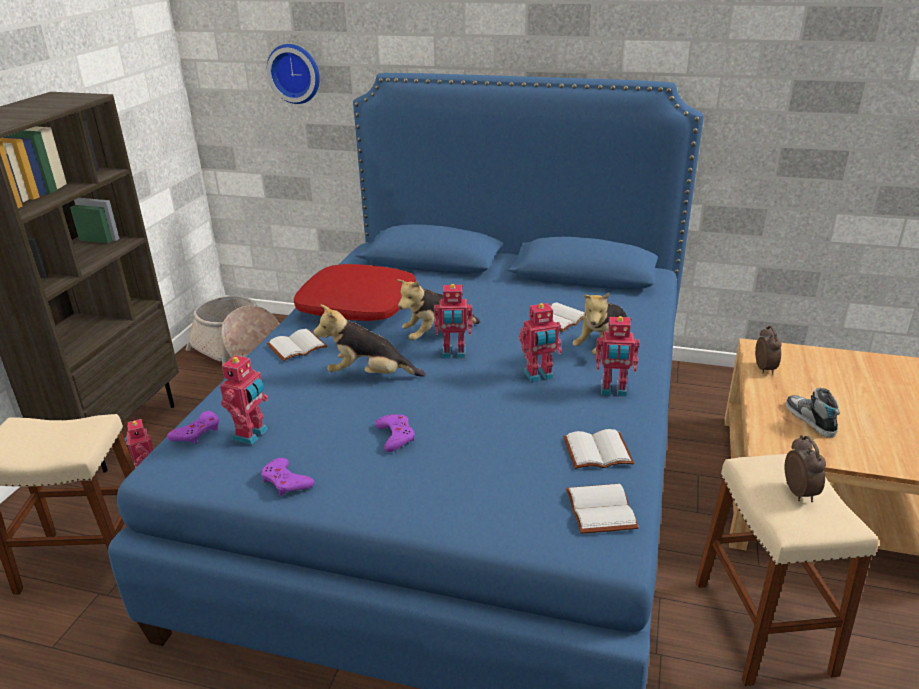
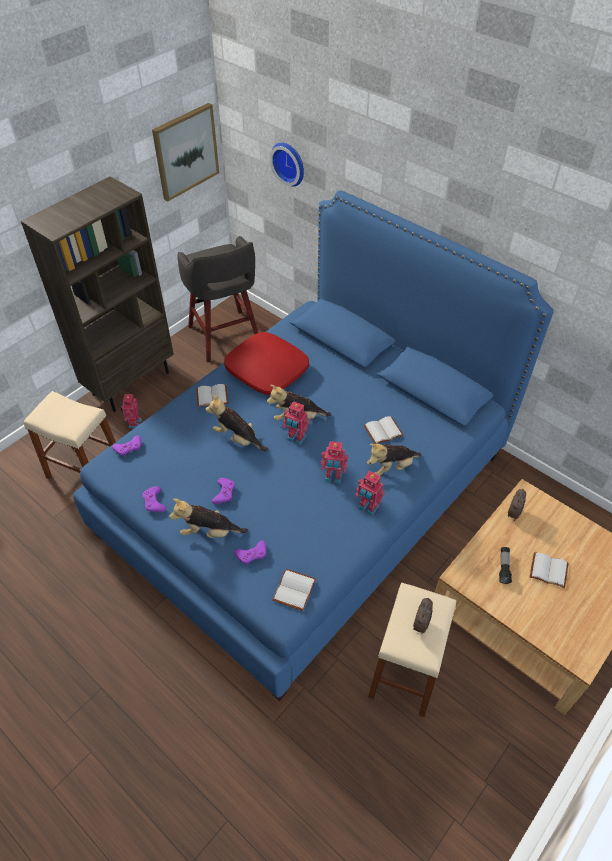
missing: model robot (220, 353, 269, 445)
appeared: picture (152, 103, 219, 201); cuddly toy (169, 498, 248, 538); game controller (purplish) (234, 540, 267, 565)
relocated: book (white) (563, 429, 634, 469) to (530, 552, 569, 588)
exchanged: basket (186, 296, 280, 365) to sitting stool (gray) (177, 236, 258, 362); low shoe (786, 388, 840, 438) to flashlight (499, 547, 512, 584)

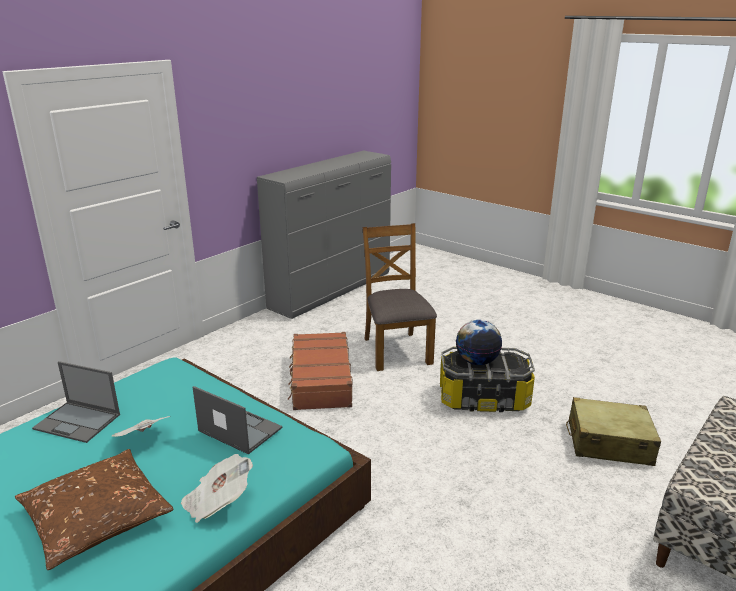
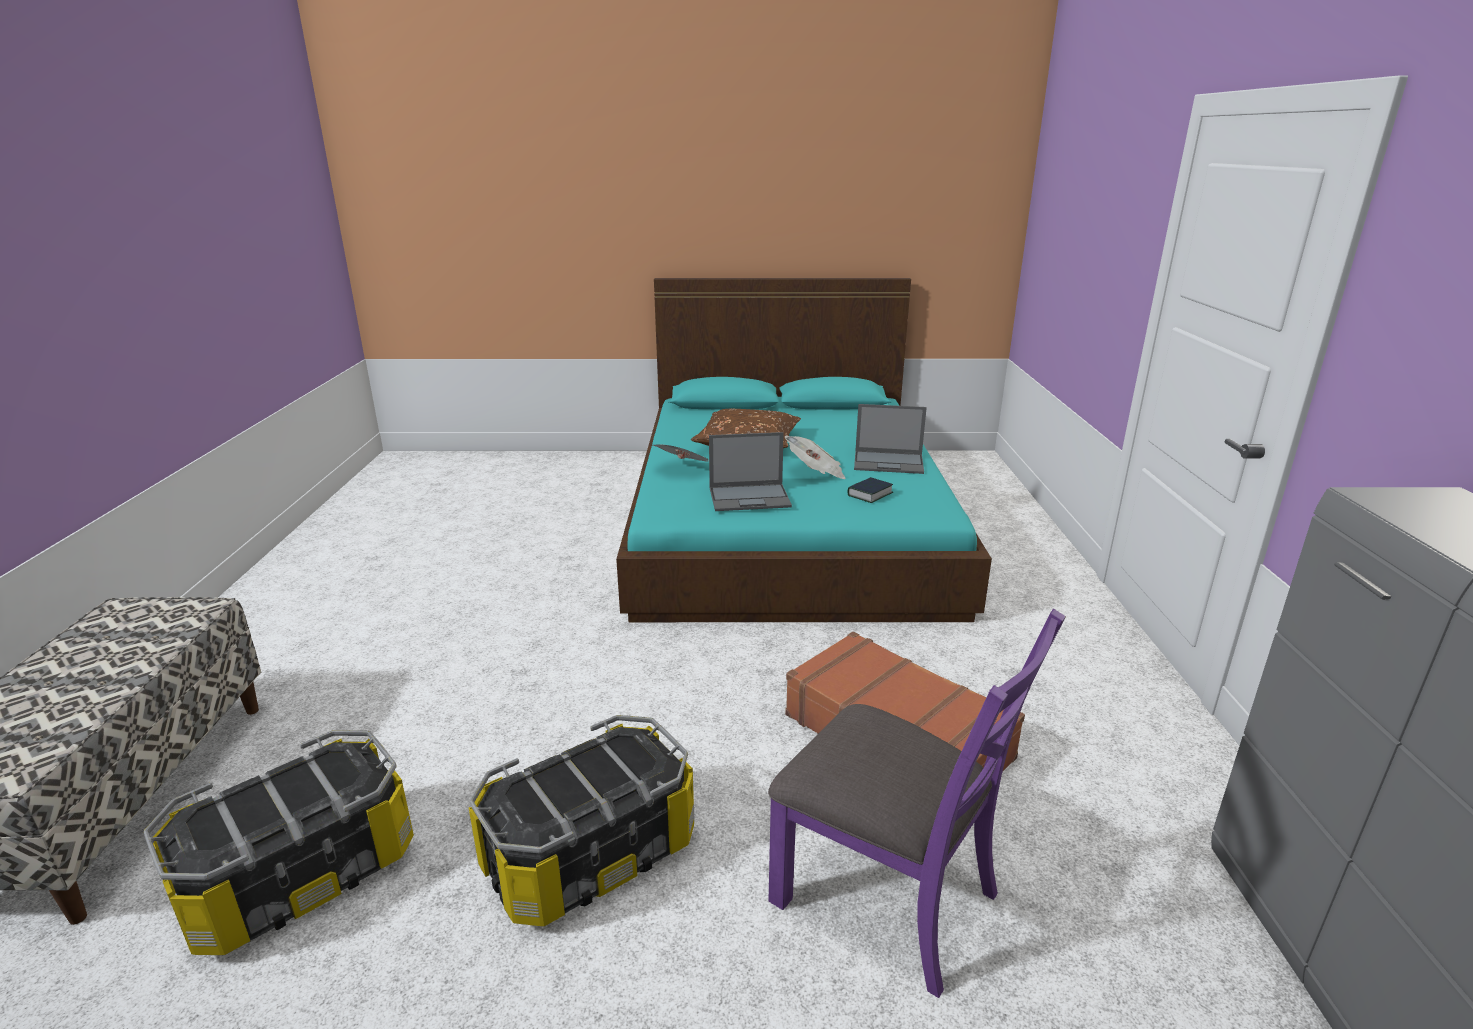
missing: desk globe (456, 320, 502, 365)
appeared: book (848, 477, 893, 503)
exchanged: suitcase (beige-coloured) (566, 397, 661, 466) to storage box (144, 730, 414, 955)
colour: chair (brown) (363, 223, 437, 371) to chair (purplish) (768, 609, 1066, 998)
spun: notebook computer (32, 361, 120, 443) = (854, 404, 927, 474) 150 degrees counterclockwise

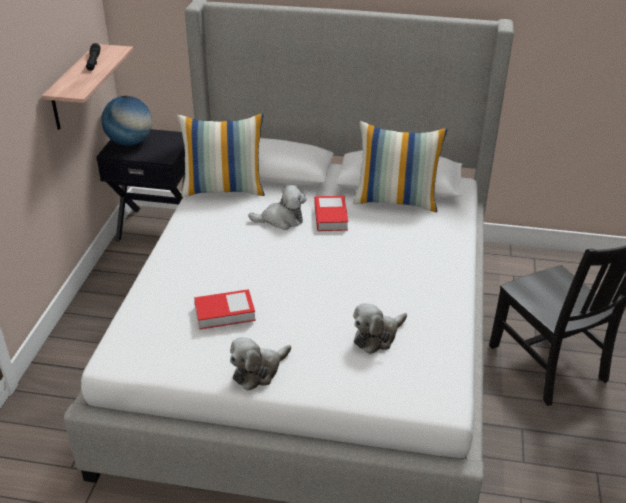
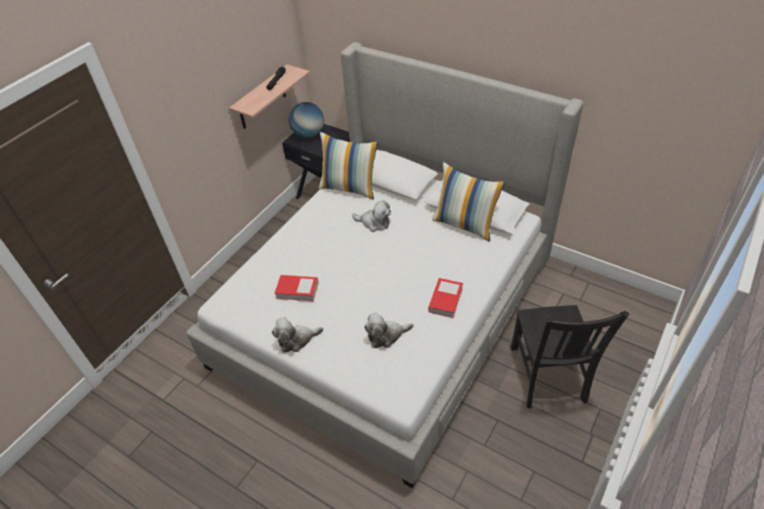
relocated: book (314, 196, 348, 231) to (428, 278, 463, 318)

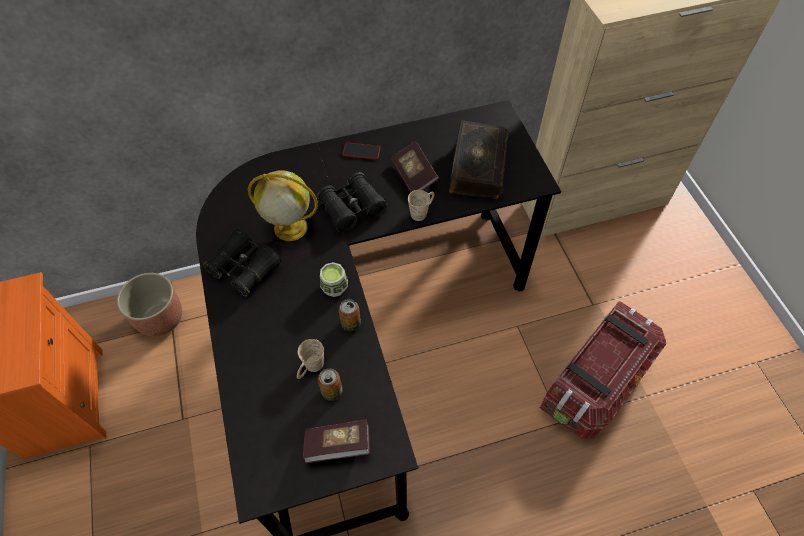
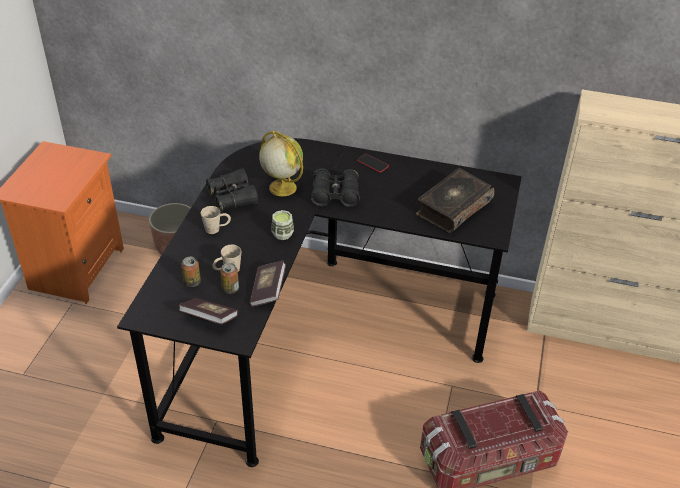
relocated: sealed can (338, 299, 361, 331) to (181, 257, 201, 287); tea mug (beige-coloured) (408, 190, 434, 221) to (201, 206, 231, 234); book (391, 141, 439, 193) to (250, 261, 286, 306)

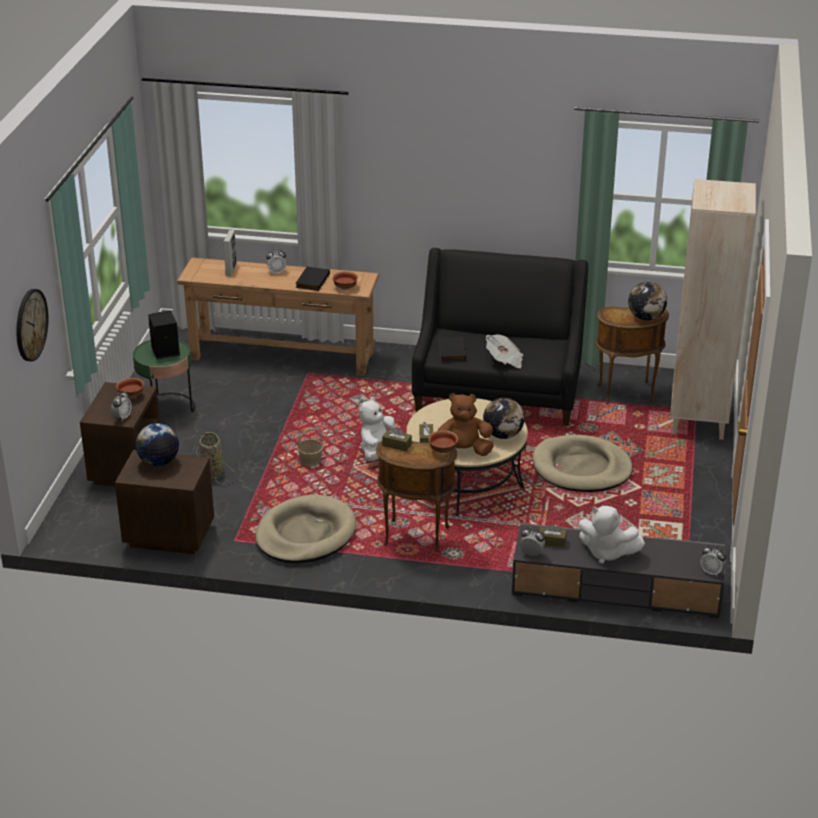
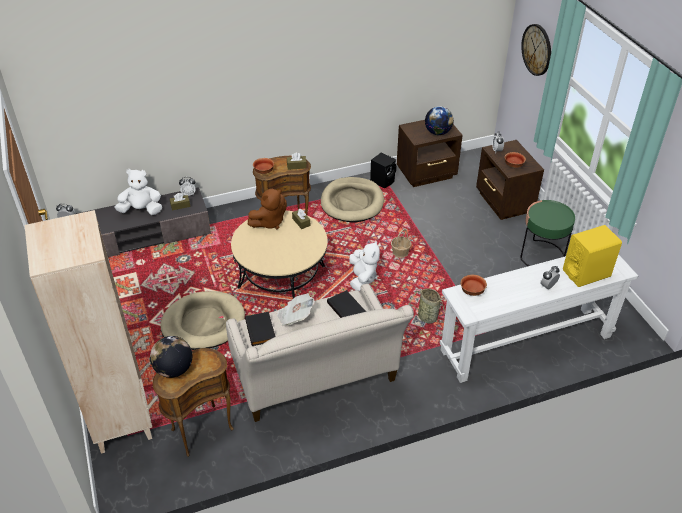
missing: desk globe (483, 398, 525, 439)
relocated: book (black) (296, 267, 330, 291) to (245, 312, 276, 346); audio speaker (black) (148, 311, 180, 359) to (370, 152, 397, 189); basket (196, 432, 236, 484) to (409, 288, 458, 327)
exchanged: photo frame (223, 230, 237, 276) to audio speaker (yellow) (563, 225, 622, 287)
colour: couch (black) (412, 248, 588, 426) to couch (beige-coloured) (226, 284, 414, 422); hall table (brown) (177, 257, 379, 376) to hall table (white) (440, 254, 638, 383)

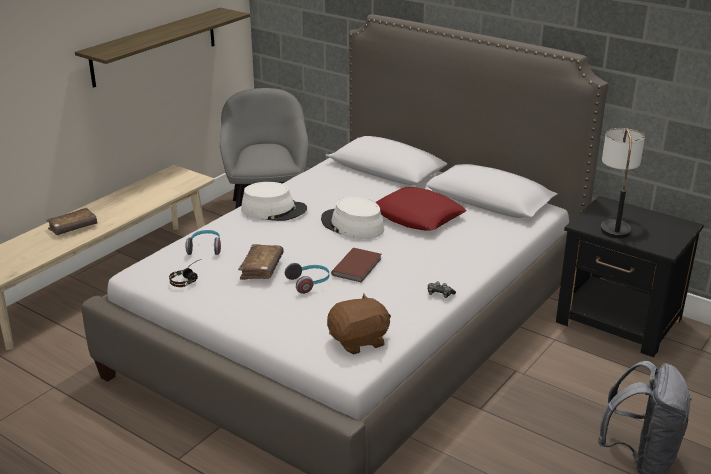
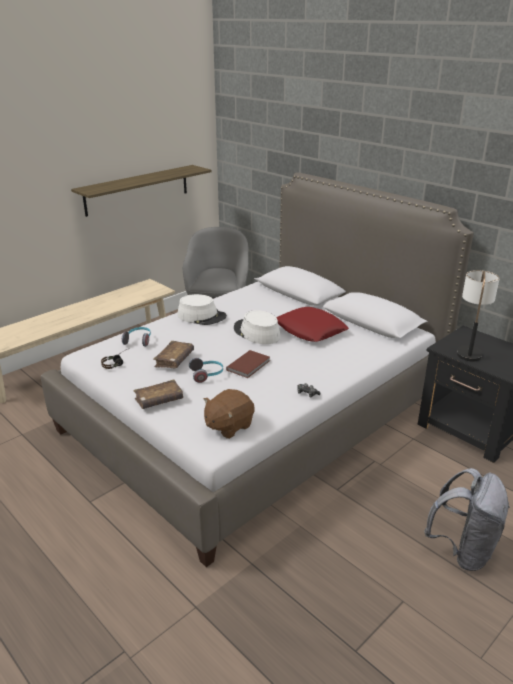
relocated: book (brown) (46, 208, 97, 235) to (133, 379, 183, 409)
spun: cuddly toy (brown) (327, 294, 391, 355) = (204, 389, 255, 439) 150 degrees clockwise

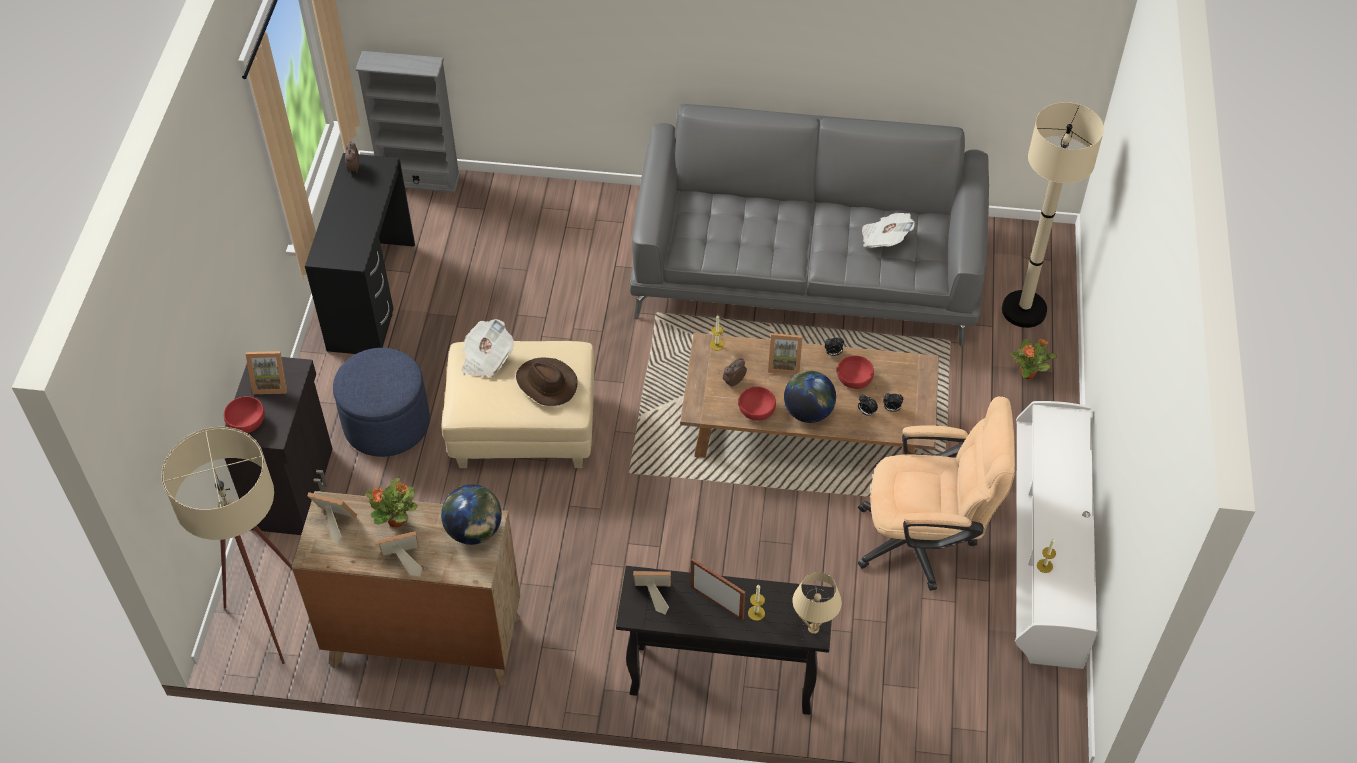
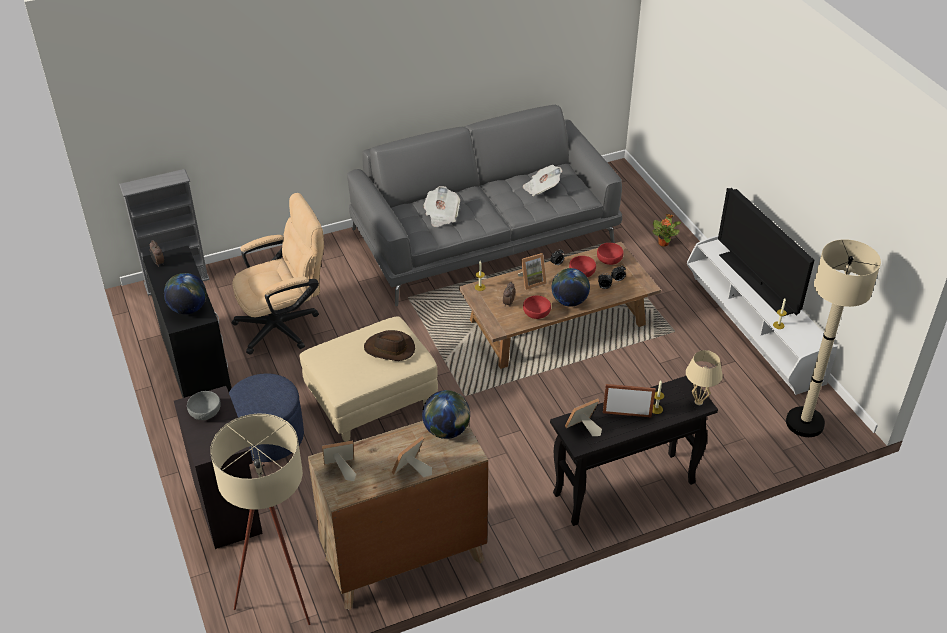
missing: plant in a pot (365, 478, 418, 527)
appeared: desk globe (164, 273, 207, 314); TV set (718, 188, 814, 317)
relocated: desk chair (beige-coloured) (858, 396, 1015, 591) to (232, 193, 324, 355); daily paper (462, 319, 514, 378) to (423, 186, 460, 227); deep dish (red) (224, 396, 265, 433) to (597, 243, 624, 265); standing lamp (beige-coloured) (1002, 102, 1104, 328) to (786, 239, 881, 437)
exchanged: photo frame (246, 351, 287, 394) to deep dish (gray) (187, 391, 221, 420)

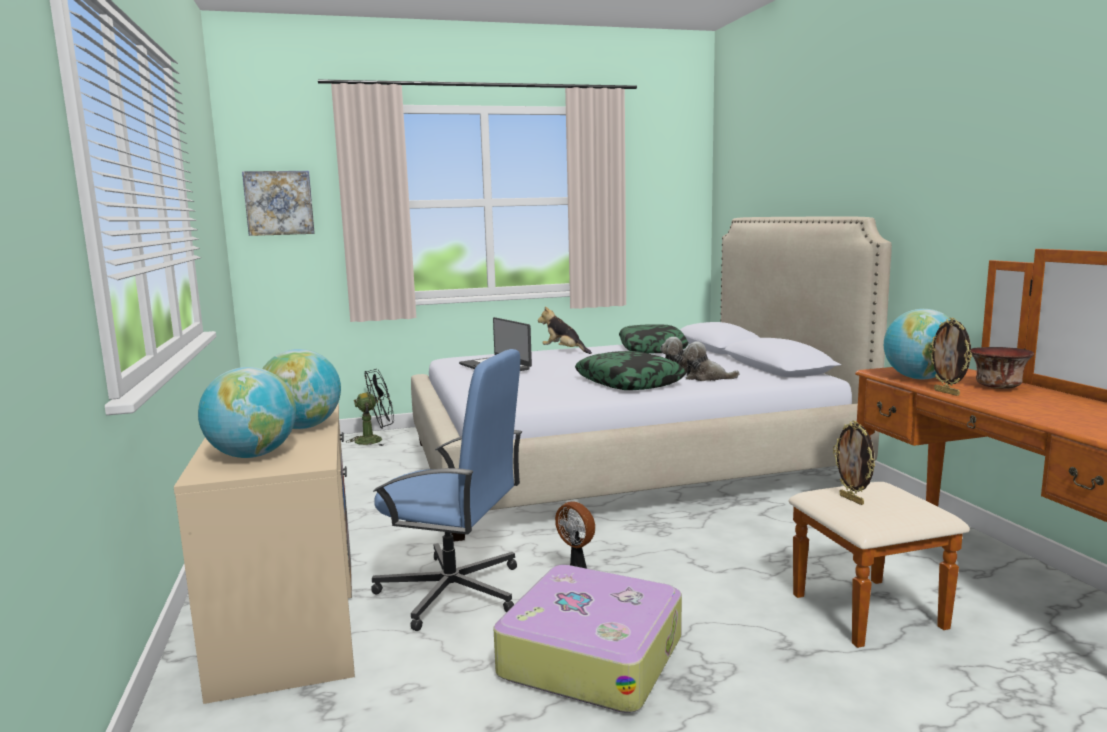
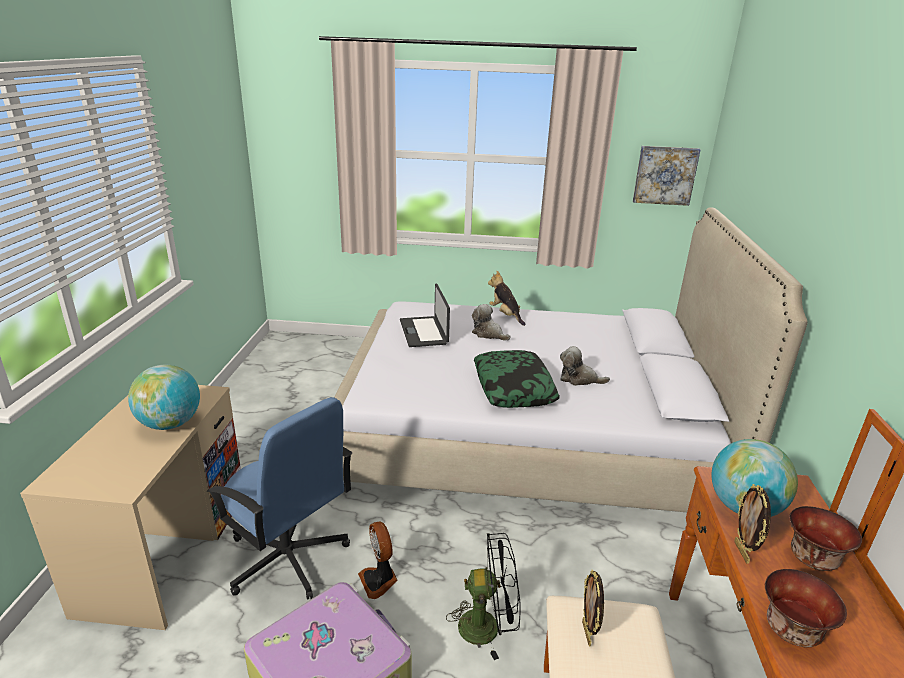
missing: desk globe (198, 367, 296, 458); throw pillow (619, 324, 688, 354)
appeared: deep dish (765, 569, 847, 647)
relocated: fan (black) (347, 369, 394, 446) to (446, 533, 521, 660); cuddly toy (683, 341, 739, 381) to (472, 304, 511, 341); picture (242, 171, 315, 236) to (633, 146, 701, 206)

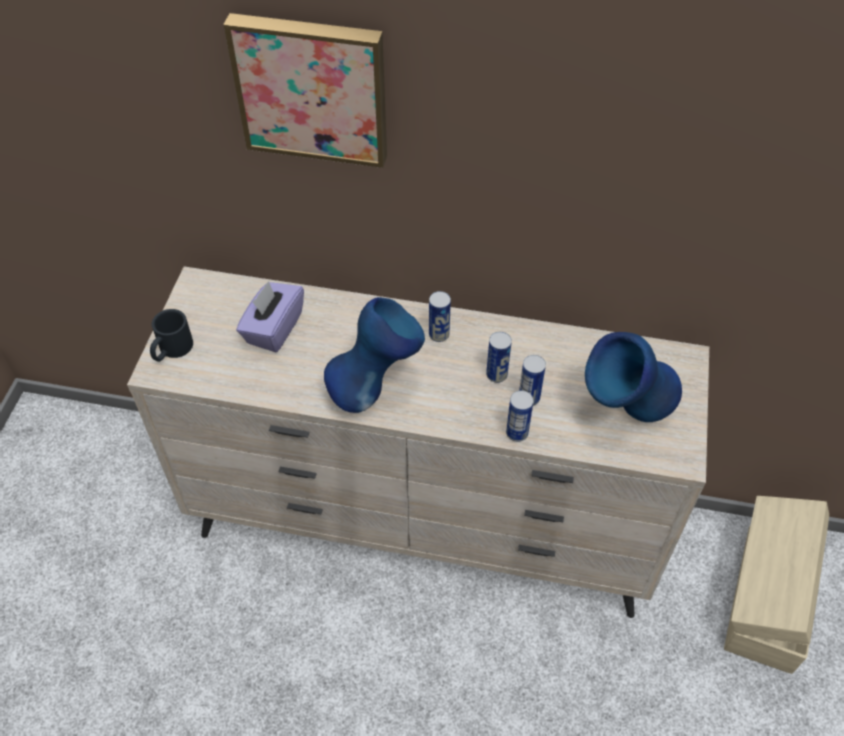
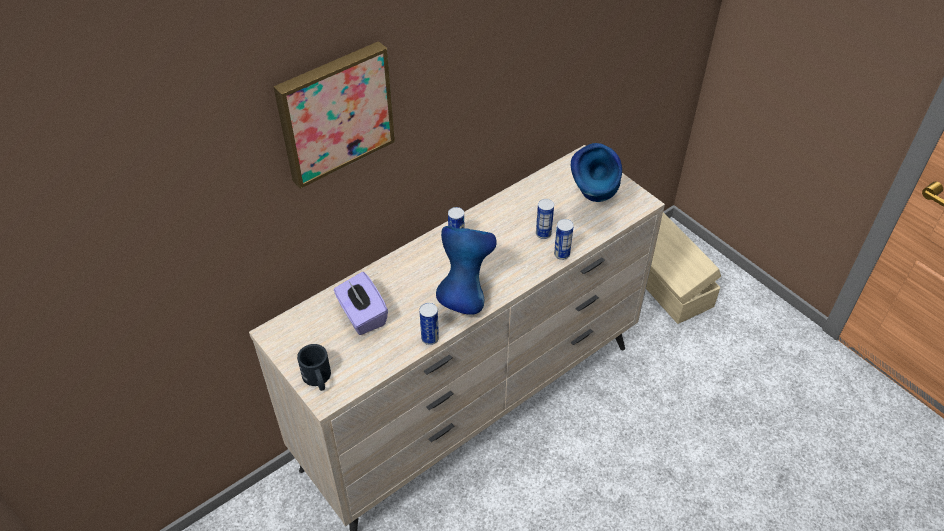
relocated: sealed can (486, 332, 512, 383) to (419, 303, 439, 345)

